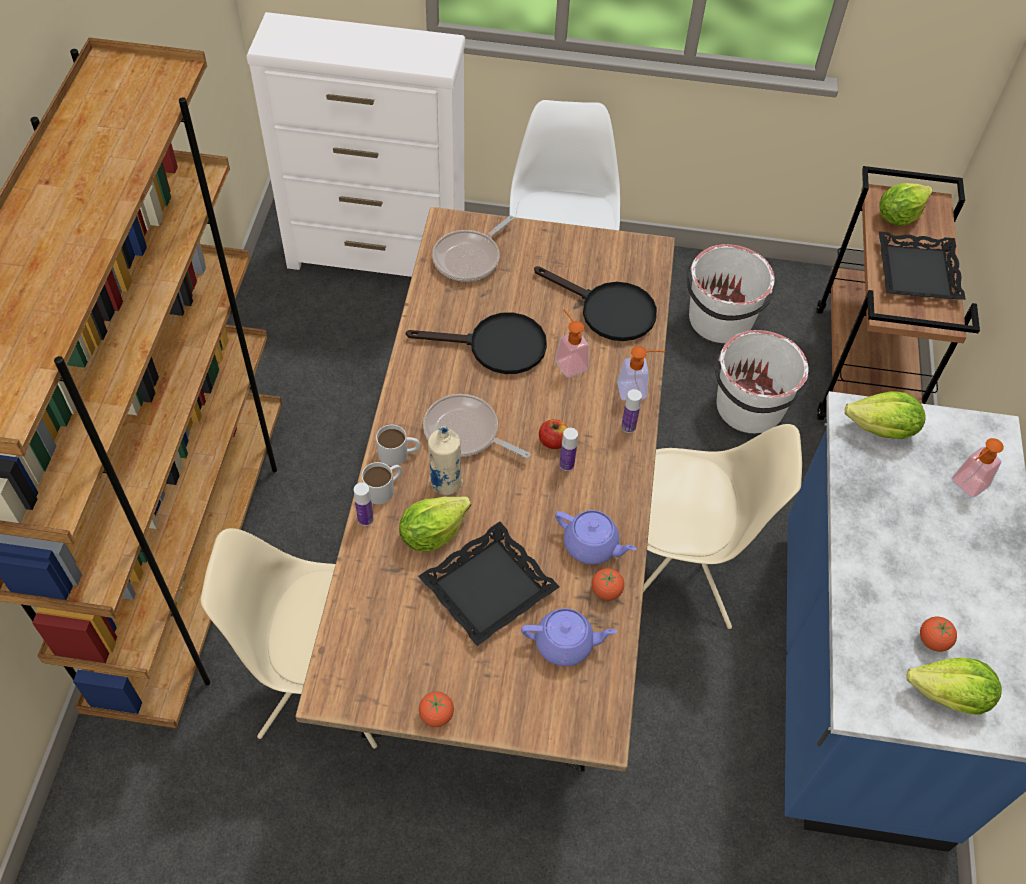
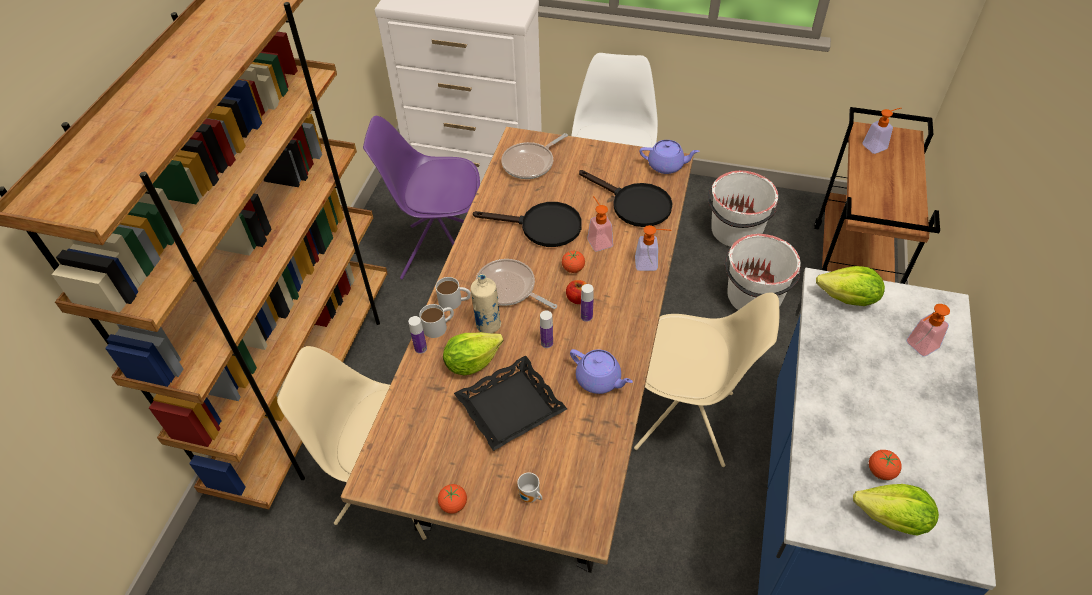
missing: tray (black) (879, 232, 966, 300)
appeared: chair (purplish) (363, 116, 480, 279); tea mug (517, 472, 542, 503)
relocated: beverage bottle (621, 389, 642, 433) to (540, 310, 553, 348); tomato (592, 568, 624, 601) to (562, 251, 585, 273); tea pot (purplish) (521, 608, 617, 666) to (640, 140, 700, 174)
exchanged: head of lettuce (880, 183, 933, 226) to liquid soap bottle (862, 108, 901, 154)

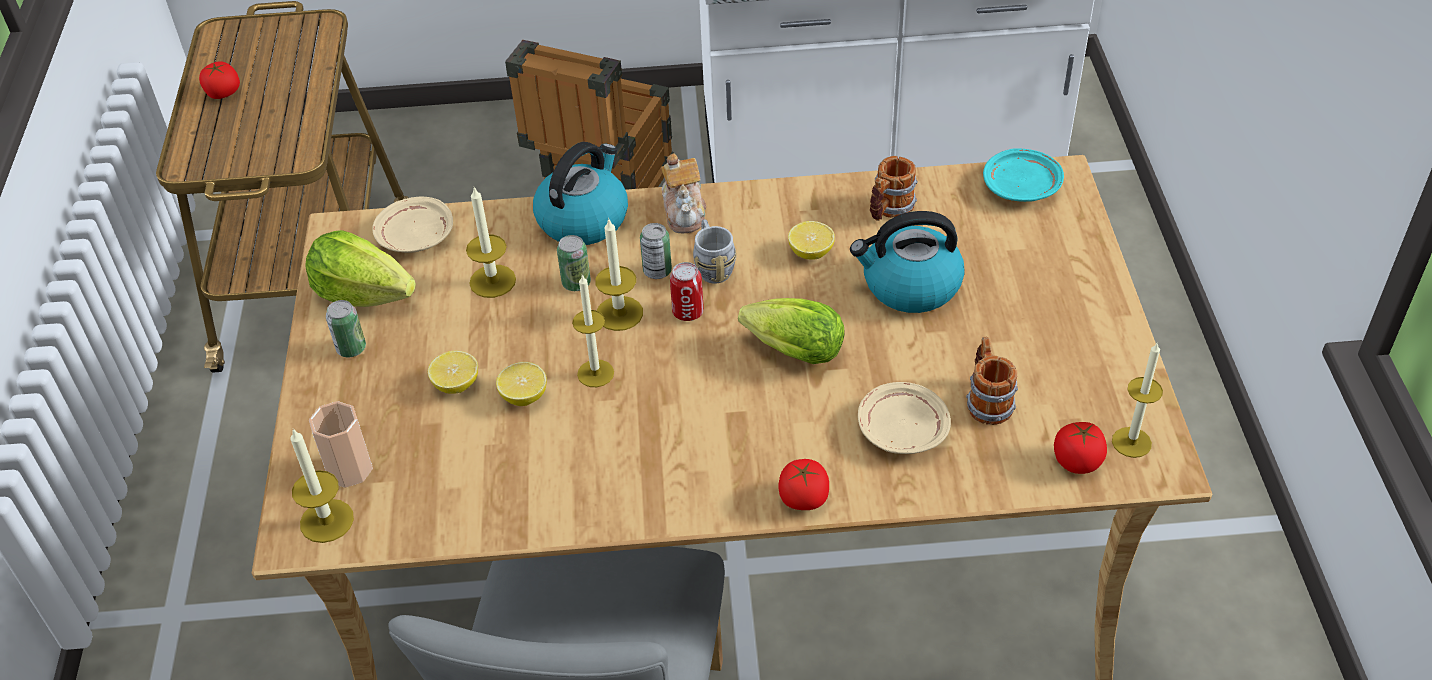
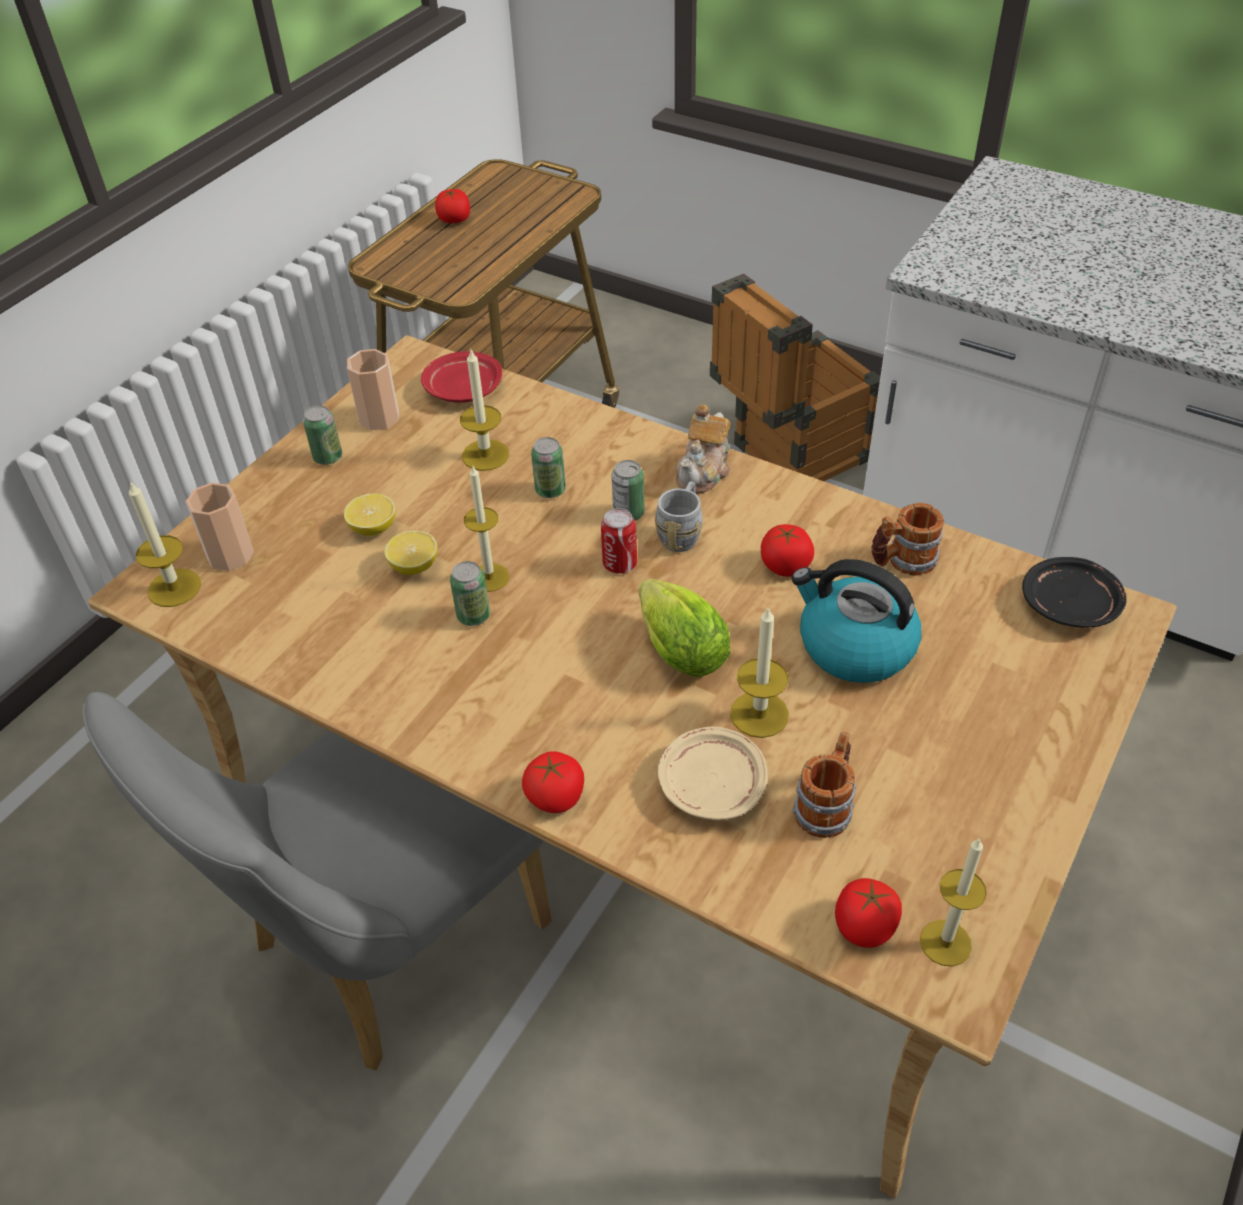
missing: water kettle (533, 142, 628, 245)
appeared: sealed can (450, 561, 490, 626)
relocated: wax light (595, 218, 643, 331) to (730, 606, 789, 738)
exchanged: head of lettuce (305, 230, 416, 307) to small cup (347, 349, 399, 430); citrus fruit (788, 221, 835, 259) to tomato (761, 524, 814, 577)
colour: flat dish (beige-coloured) (372, 197, 453, 253) to flat dish (red) (421, 351, 502, 403); flat dish (turquoise-coloured) (983, 148, 1064, 202) to flat dish (black) (1022, 557, 1126, 628)

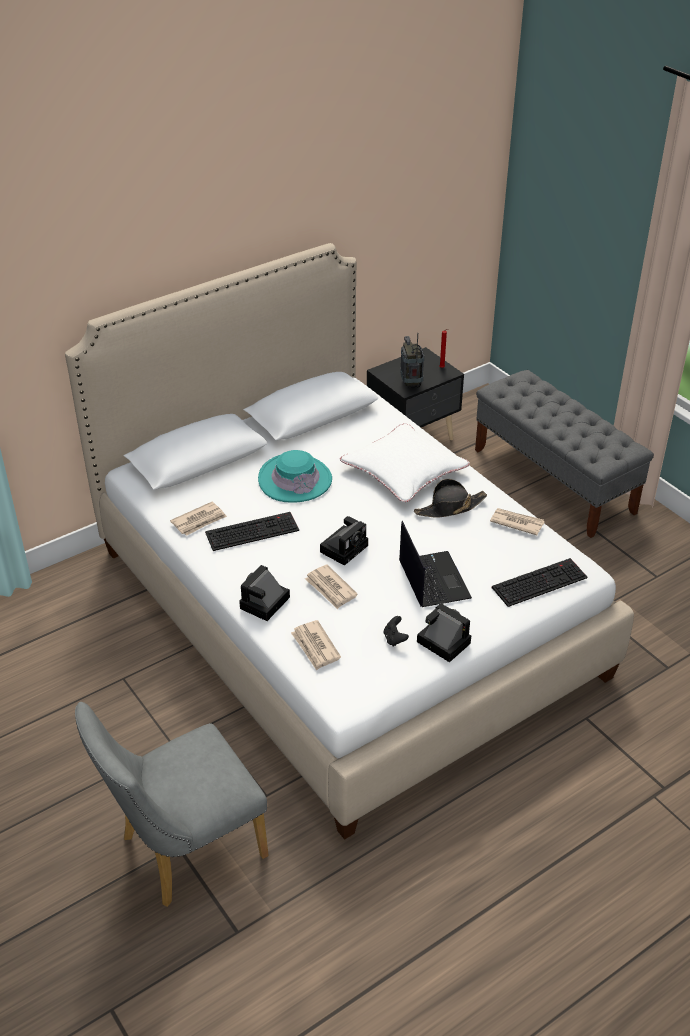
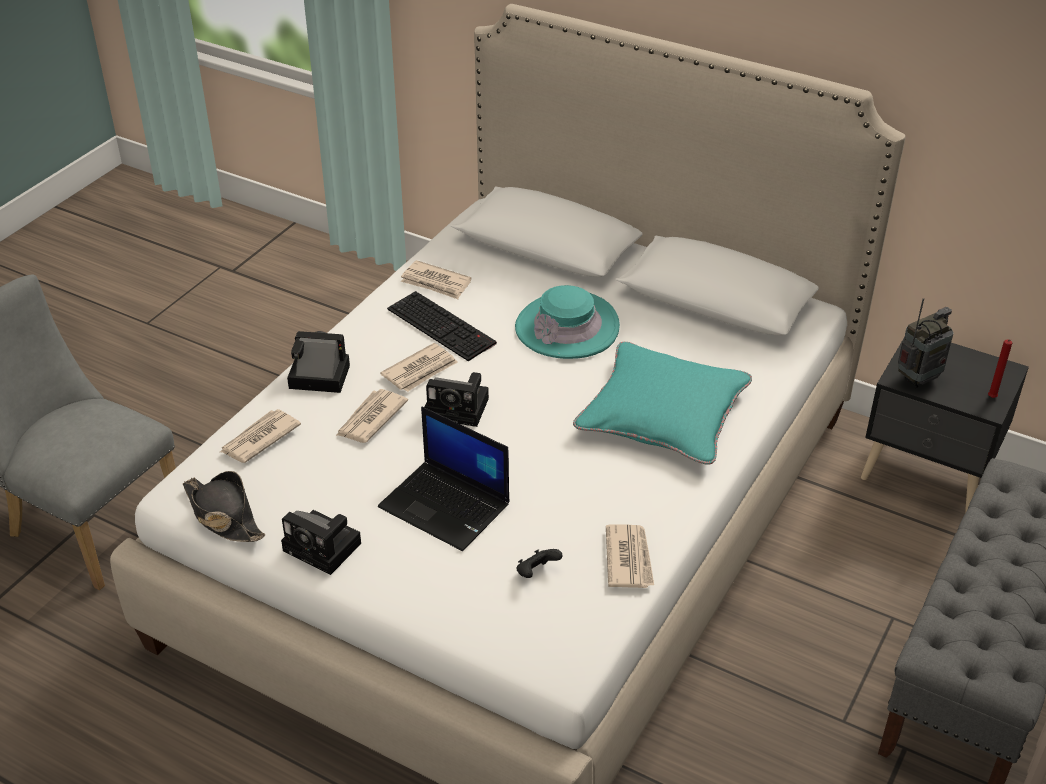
missing: computer keyboard (492, 558, 587, 607)
appeared: daily paper (380, 343, 458, 392)
relocated: wearable hat (black) (414, 479, 487, 518) to (182, 471, 265, 542); game controller (black) (384, 616, 409, 647) to (517, 549, 563, 578)
colour: throw pillow (white) (340, 424, 470, 502) to throw pillow (turquoise-coloured) (573, 342, 752, 465)
spun: photo camera (417, 603, 471, 662) = (281, 510, 361, 575) 105 degrees clockwise; notebook computer (399, 521, 472, 607) = (378, 406, 510, 551) 75 degrees clockwise

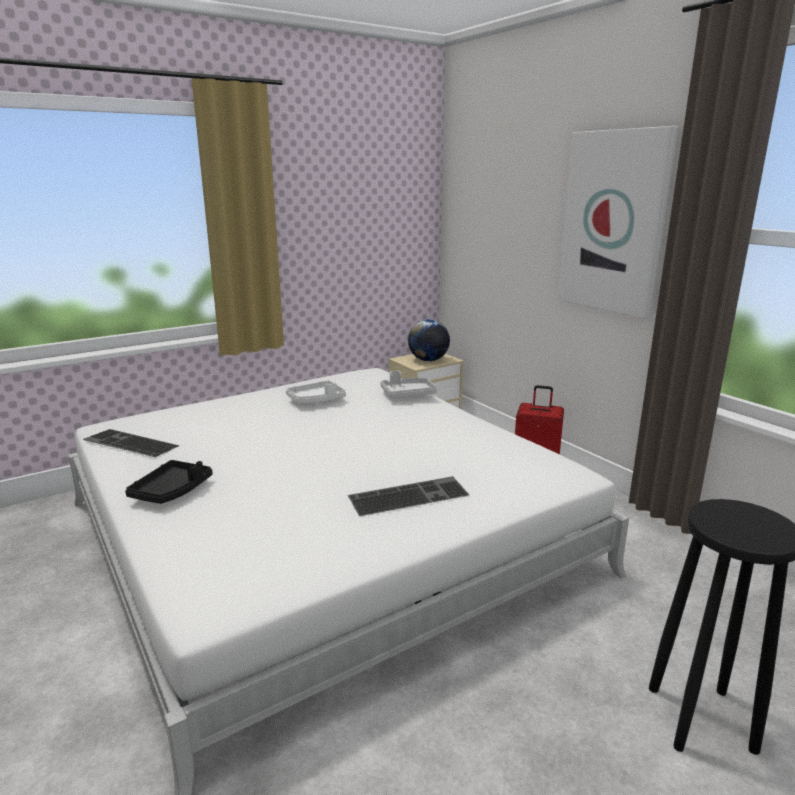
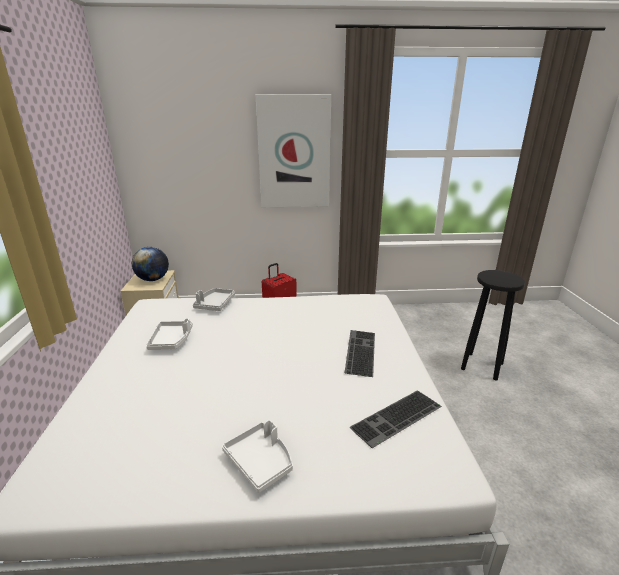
relocated: computer keyboard (83, 429, 179, 457) to (349, 390, 442, 448)
colour: tray (black) (125, 460, 213, 504) to tray (white) (222, 420, 293, 493)

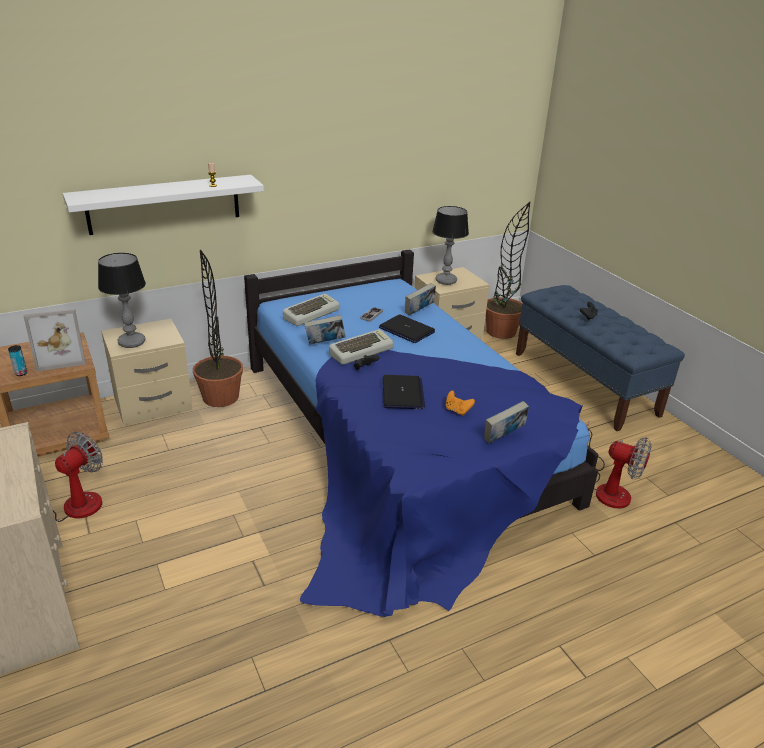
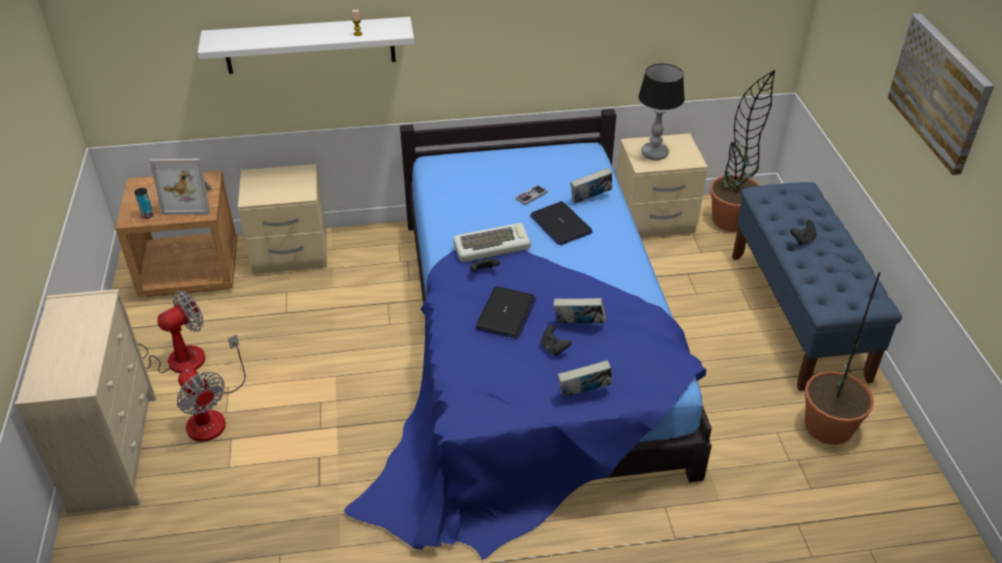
missing: tabletop lamp (98, 253, 146, 348); computer keyboard (283, 294, 340, 326)
appeared: picture (888, 13, 994, 175)
relocated: fan (586, 422, 652, 509) to (177, 334, 246, 442); book (304, 315, 346, 345) to (553, 298, 606, 324); plant in a pot (193, 250, 243, 407) to (805, 272, 880, 445)
colour: game controller (orangey) (446, 391, 475, 416) to game controller (black) (541, 324, 571, 356)

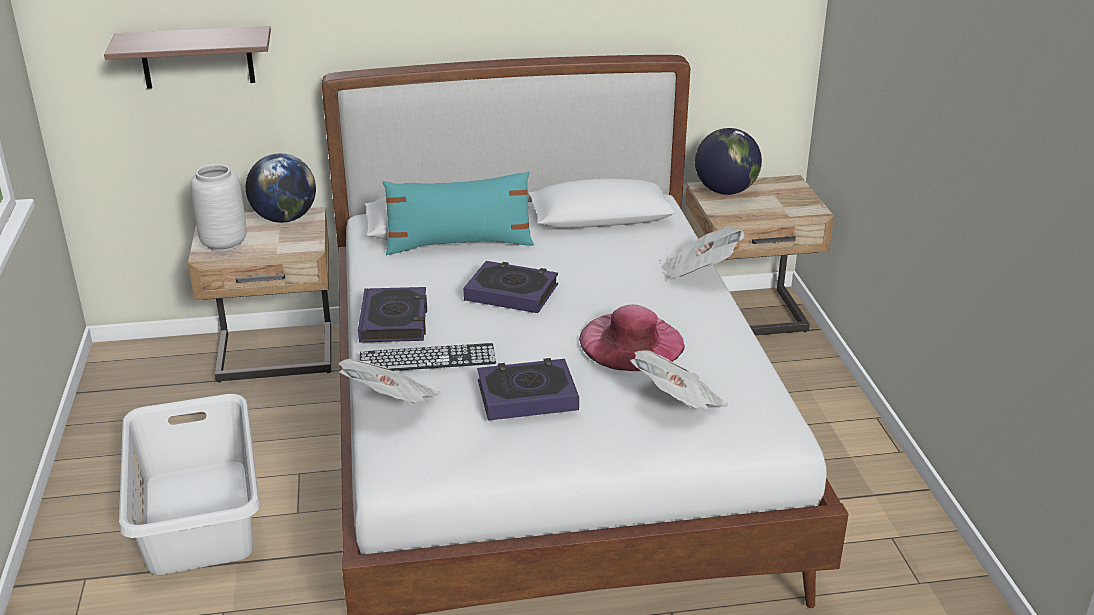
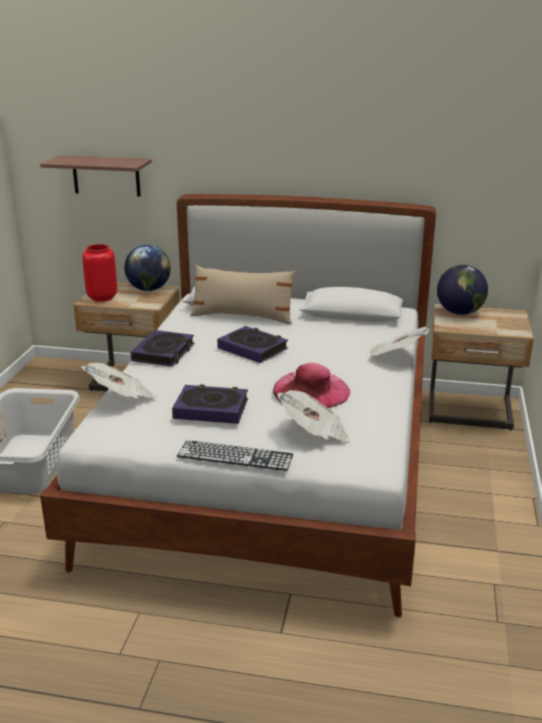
relocated: computer keyboard (360, 343, 496, 371) to (177, 440, 293, 471)
colour: decorative vase (gray) (190, 164, 247, 251) to decorative vase (red) (82, 244, 117, 302); throw pillow (turquoise-coloured) (383, 171, 534, 255) to throw pillow (beige-coloured) (190, 265, 295, 324)

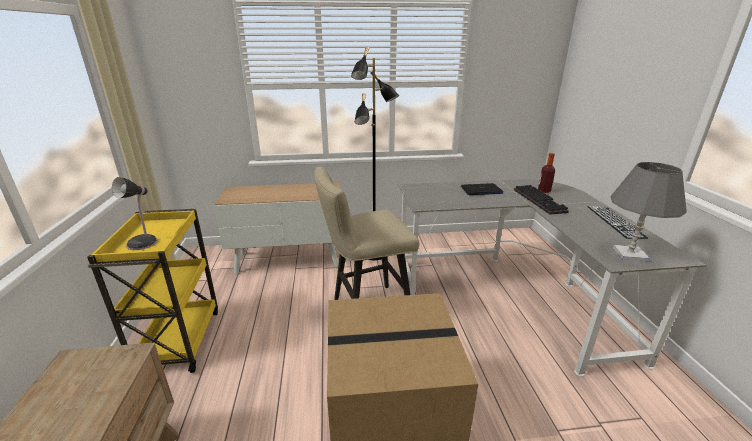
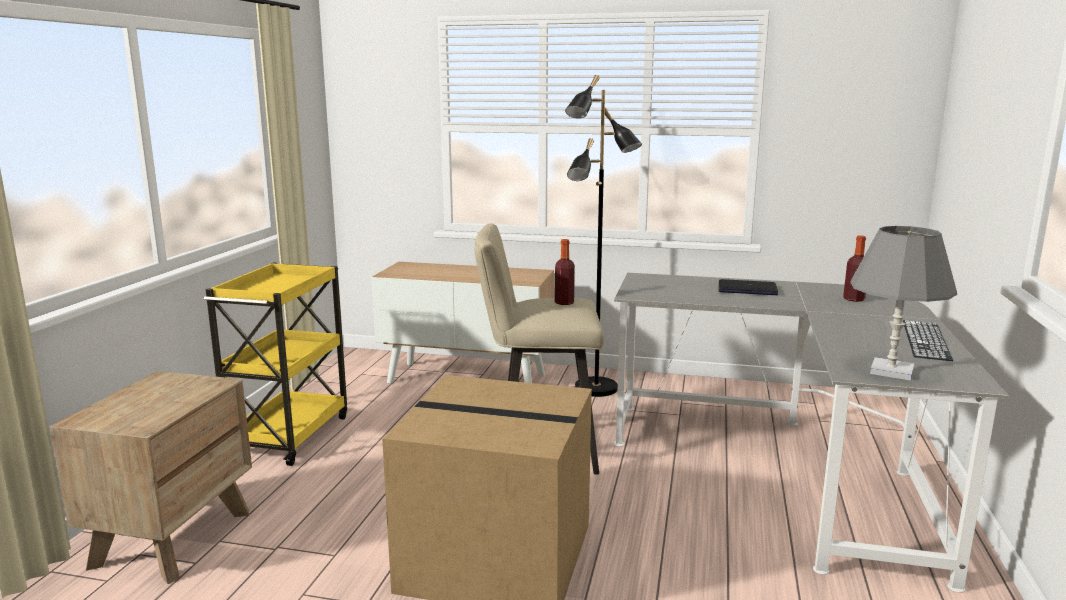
missing: tabletop lamp (112, 177, 158, 250); computer keyboard (514, 185, 569, 215)
appeared: beverage bottle (555, 239, 575, 305)

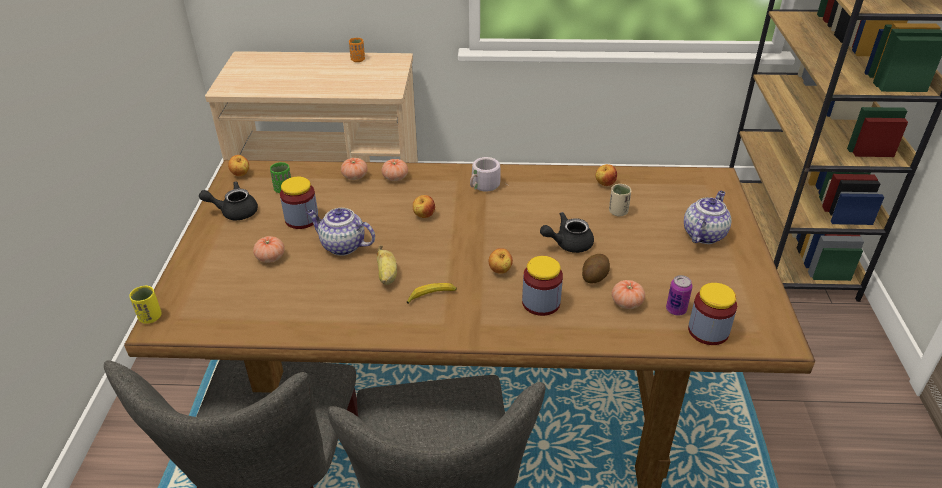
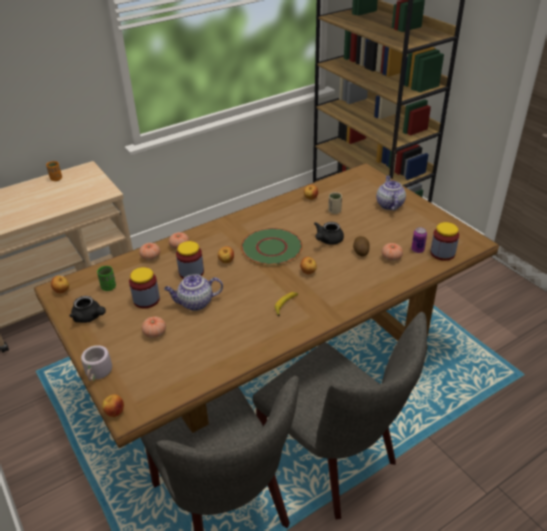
missing: whole banana (377, 245, 397, 285)
appeared: flat dish (greenish) (241, 228, 303, 266)
relocated: tea mug (gray) (470, 157, 510, 192) to (81, 345, 112, 381); preserve jar (522, 256, 563, 316) to (176, 241, 204, 279)
exchanged: small cup (yellow) (129, 285, 162, 324) to apple fruit (102, 394, 124, 417)
spun: tea pot (black) (199, 182, 258, 220) = (69, 296, 106, 323) 105 degrees counterclockwise

